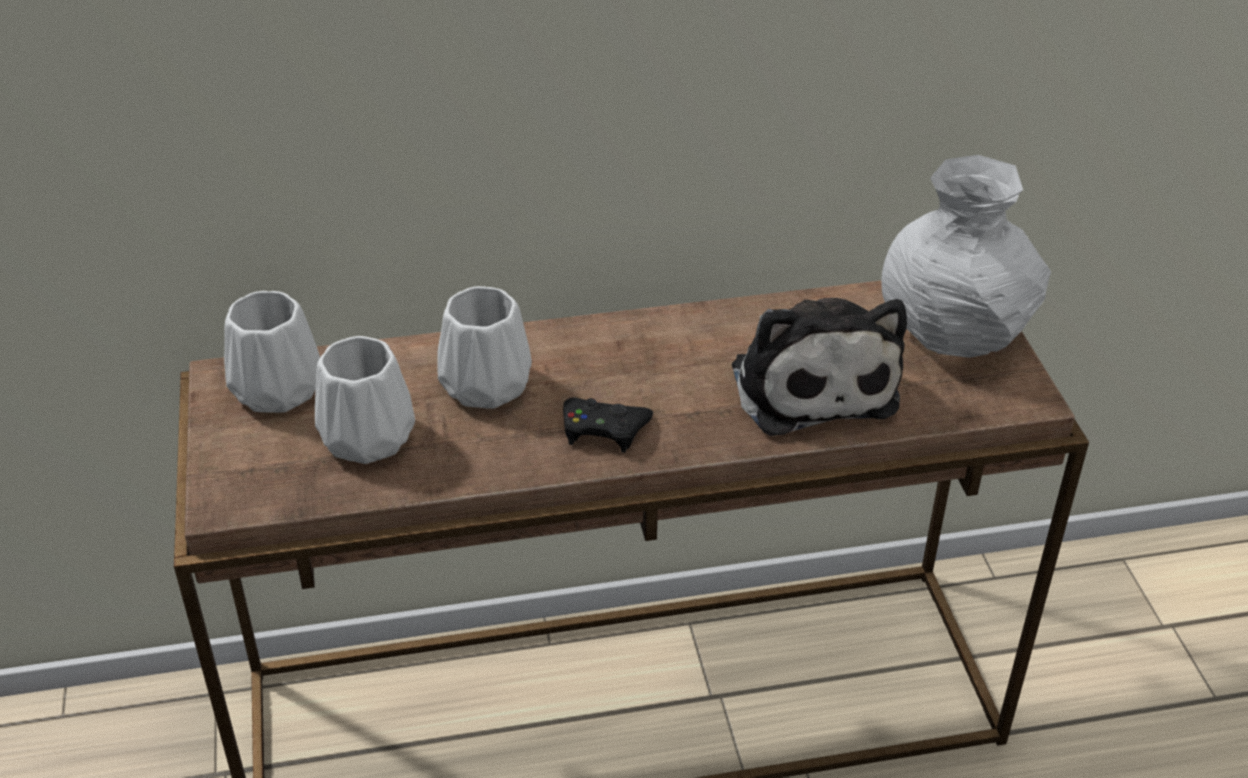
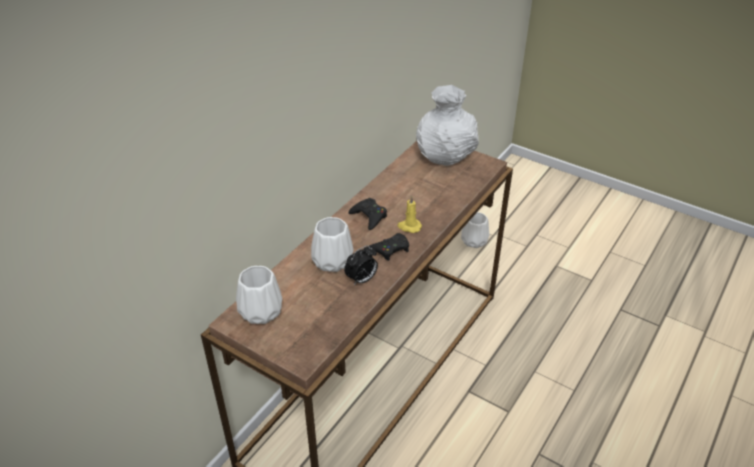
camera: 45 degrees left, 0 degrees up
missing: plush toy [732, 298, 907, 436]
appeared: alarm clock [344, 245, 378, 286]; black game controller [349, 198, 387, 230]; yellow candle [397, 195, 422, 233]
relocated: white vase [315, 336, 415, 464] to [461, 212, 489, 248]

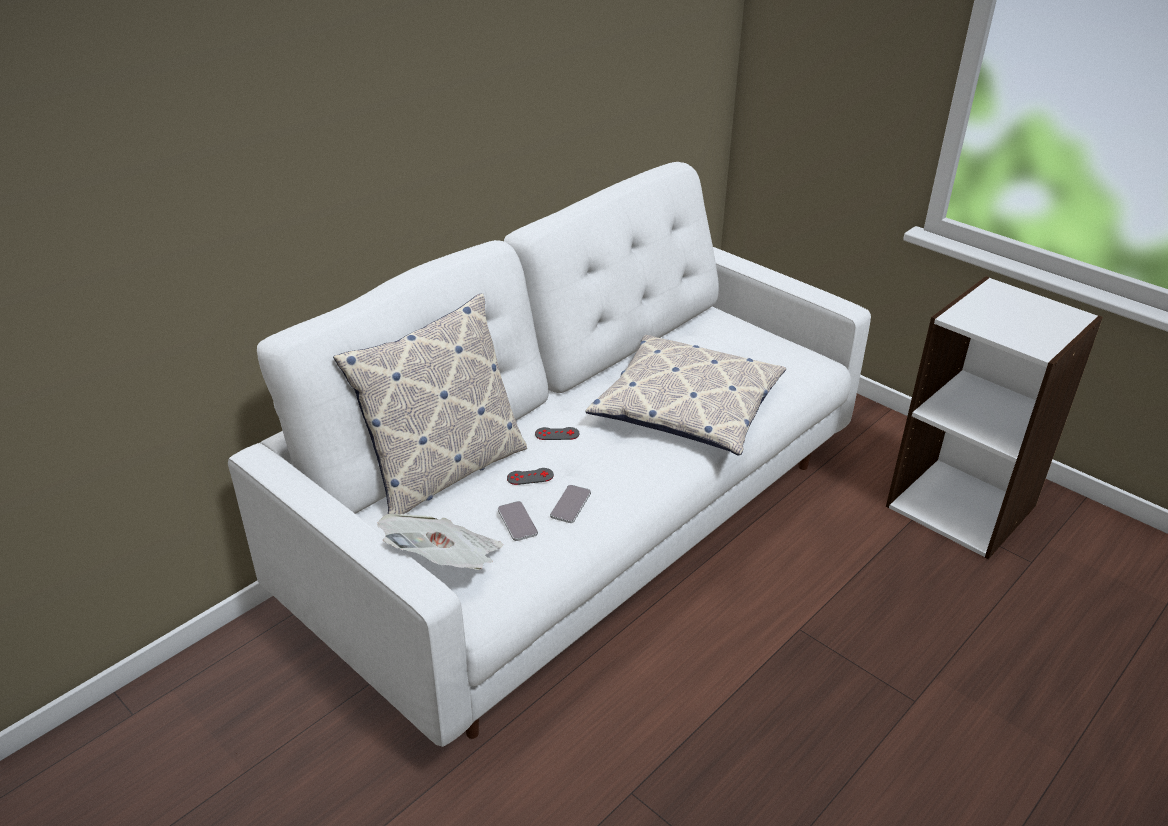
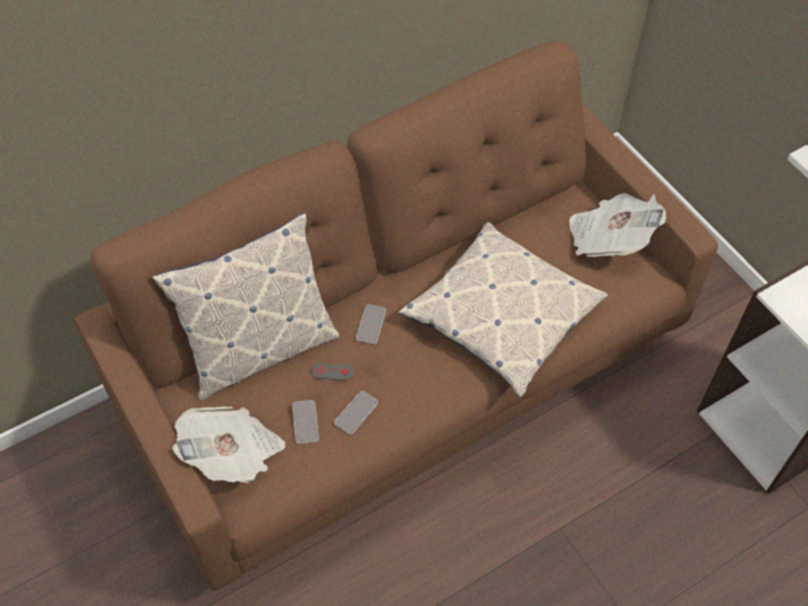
camera: 15 degrees right, 20 degrees up
appeared: newspaper [569, 193, 666, 257]
exchanged: grey game controller [535, 427, 579, 440] to phone [356, 304, 386, 344]
colour: white sofa [228, 162, 871, 747] to brown sofa [74, 41, 718, 591]

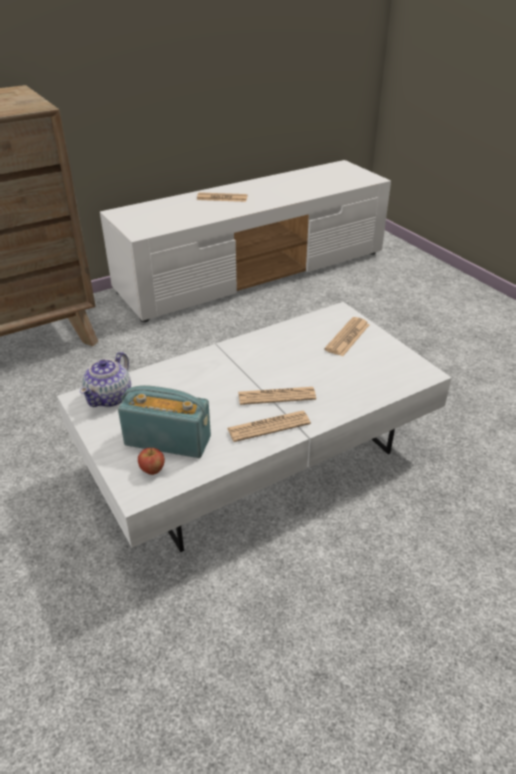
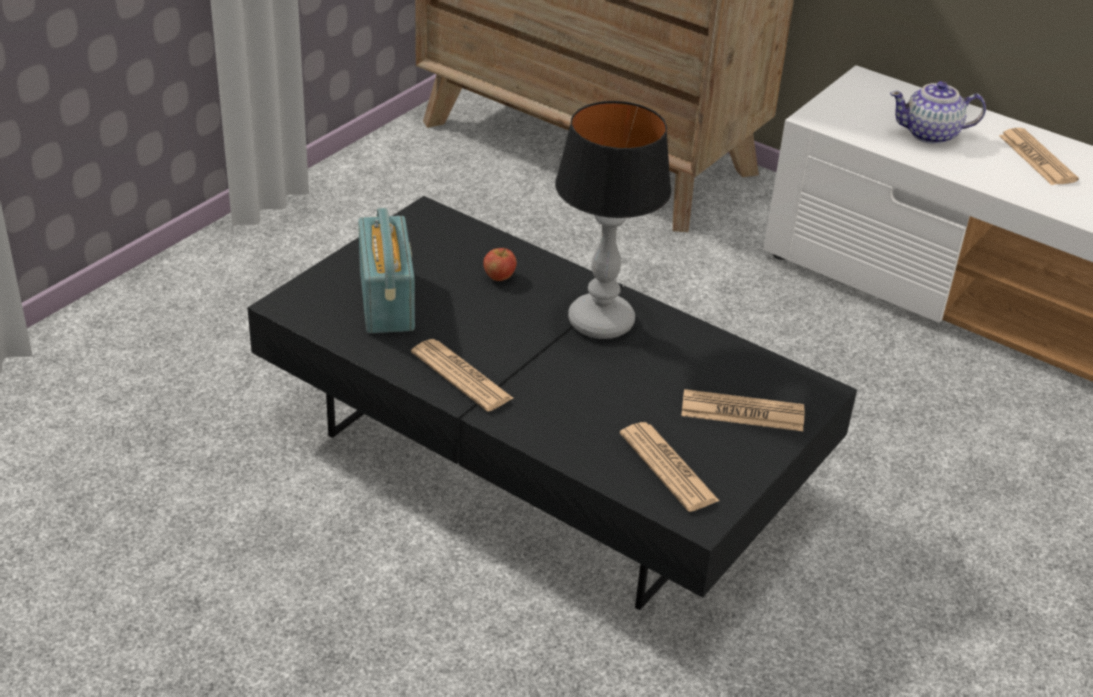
camera: 65 degrees right, 0 degrees up
appeared: table lamp [555, 101, 672, 339]
relocated: teapot [80, 352, 131, 407] to [890, 81, 986, 144]; apple [138, 447, 165, 475] to [483, 248, 517, 281]; newspaper [238, 387, 316, 405] to [620, 422, 720, 512]
colour: white coffee table [57, 302, 452, 552] to black coffee table [248, 196, 857, 610]

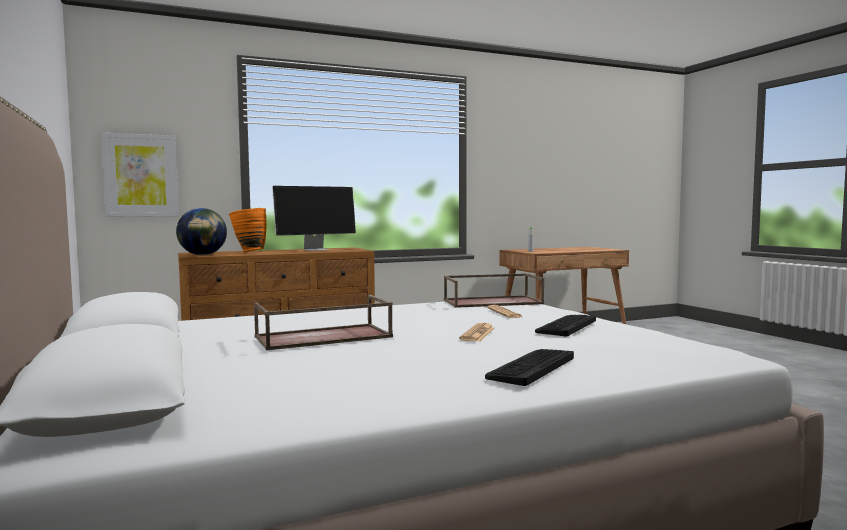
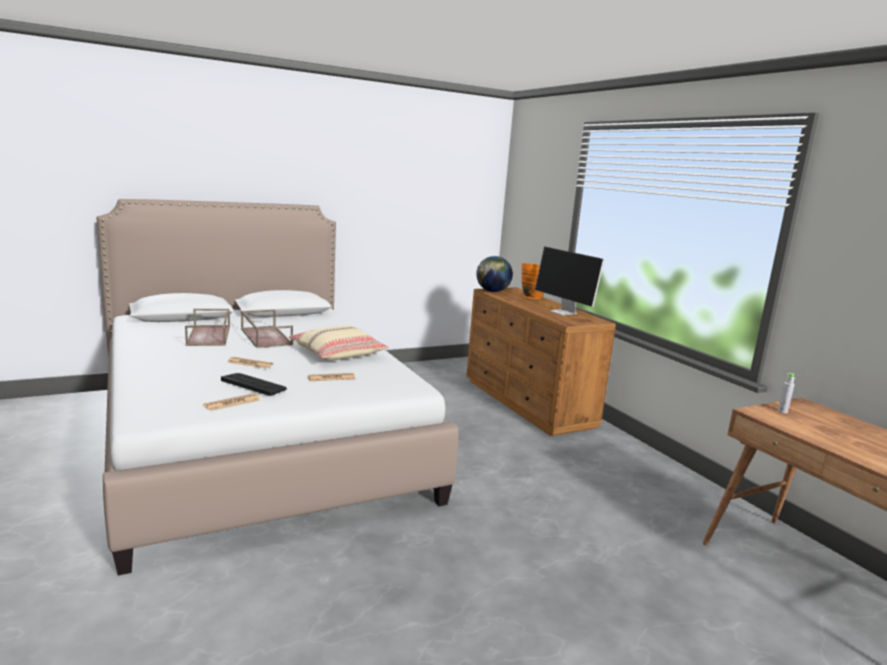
camera: 85 degrees right, 10 degrees up
missing: picture [101, 133, 179, 217]; keyboard [485, 349, 574, 386]
appeared: newspaper [203, 393, 260, 411]; beige pillow [289, 326, 389, 361]
relocated: brown tray [444, 273, 544, 308] to [185, 309, 230, 346]

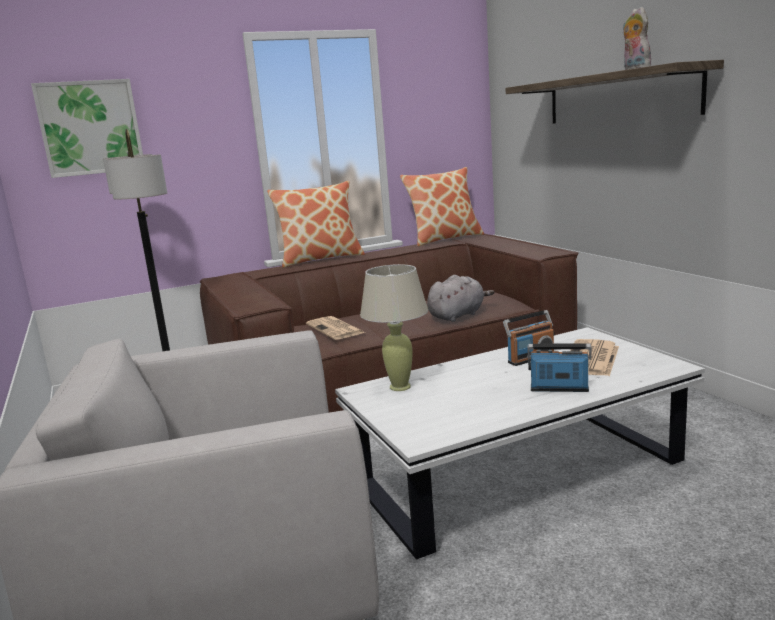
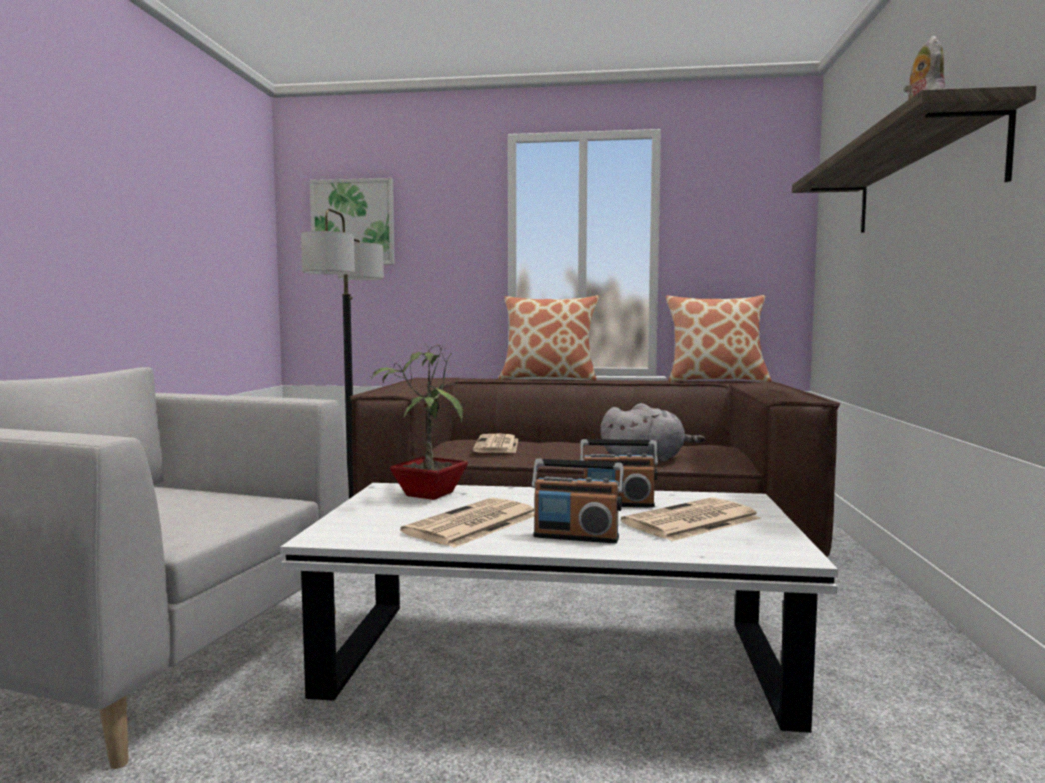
camera: 30 degrees right, 10 degrees down
appeared: newspaper [400, 498, 534, 548]
exchanged: beige table lamp [360, 264, 428, 391] to potted plant [370, 343, 468, 500]
spun: radio [527, 343, 592, 392] = [532, 459, 624, 543] 150 degrees clockwise

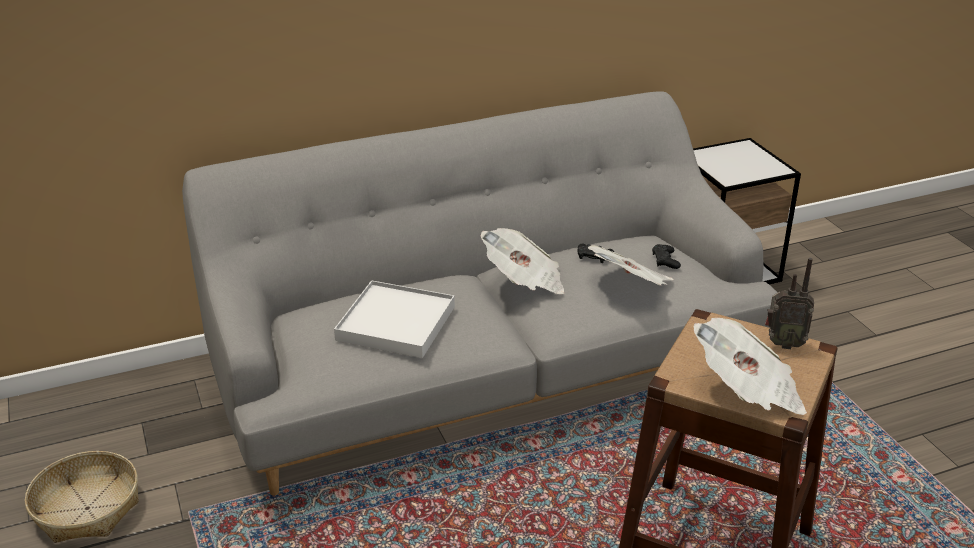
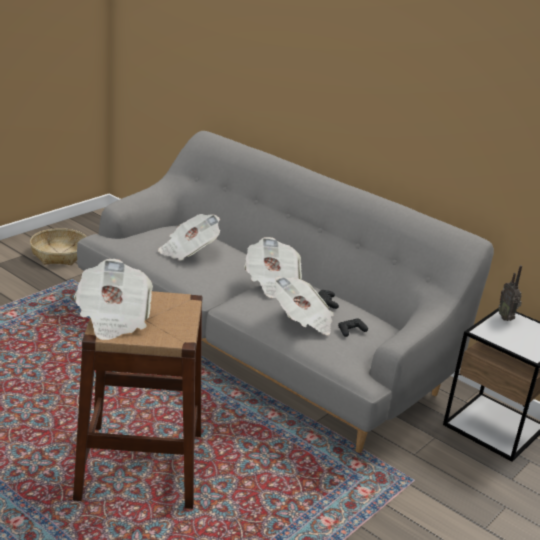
camera: 60 degrees right, 5 degrees down
relocated: radio [765, 258, 814, 349] to [499, 265, 522, 321]
exchanged: white tray [334, 280, 455, 358] to newspaper [158, 214, 220, 260]

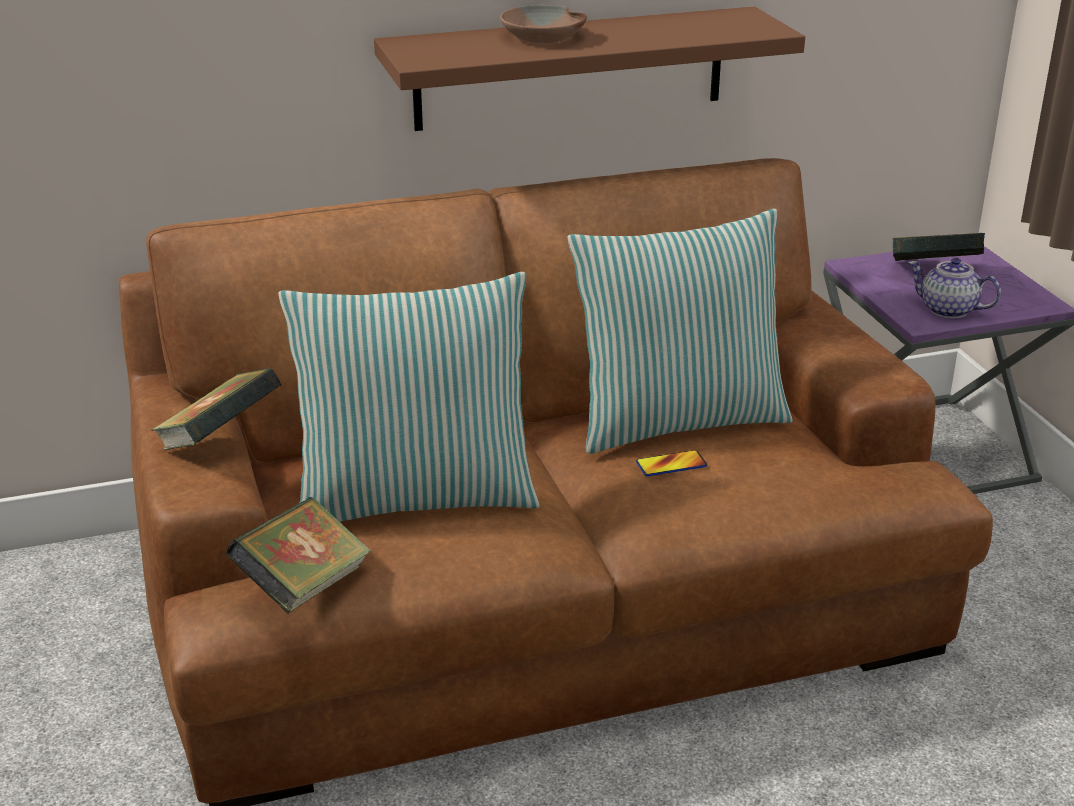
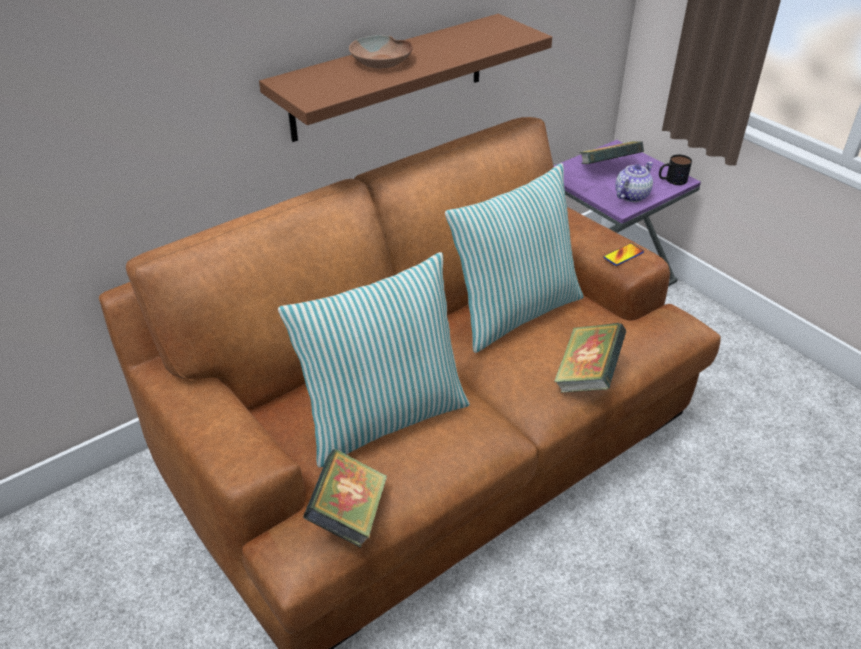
camera: 20 degrees left, 10 degrees up
appeared: mug [659, 155, 692, 185]
relocated: book [151, 368, 281, 450] to [554, 323, 626, 393]; phone [636, 450, 707, 476] to [604, 243, 644, 266]
spun: teapot [908, 258, 1001, 319] = [615, 162, 653, 202] 120 degrees clockwise

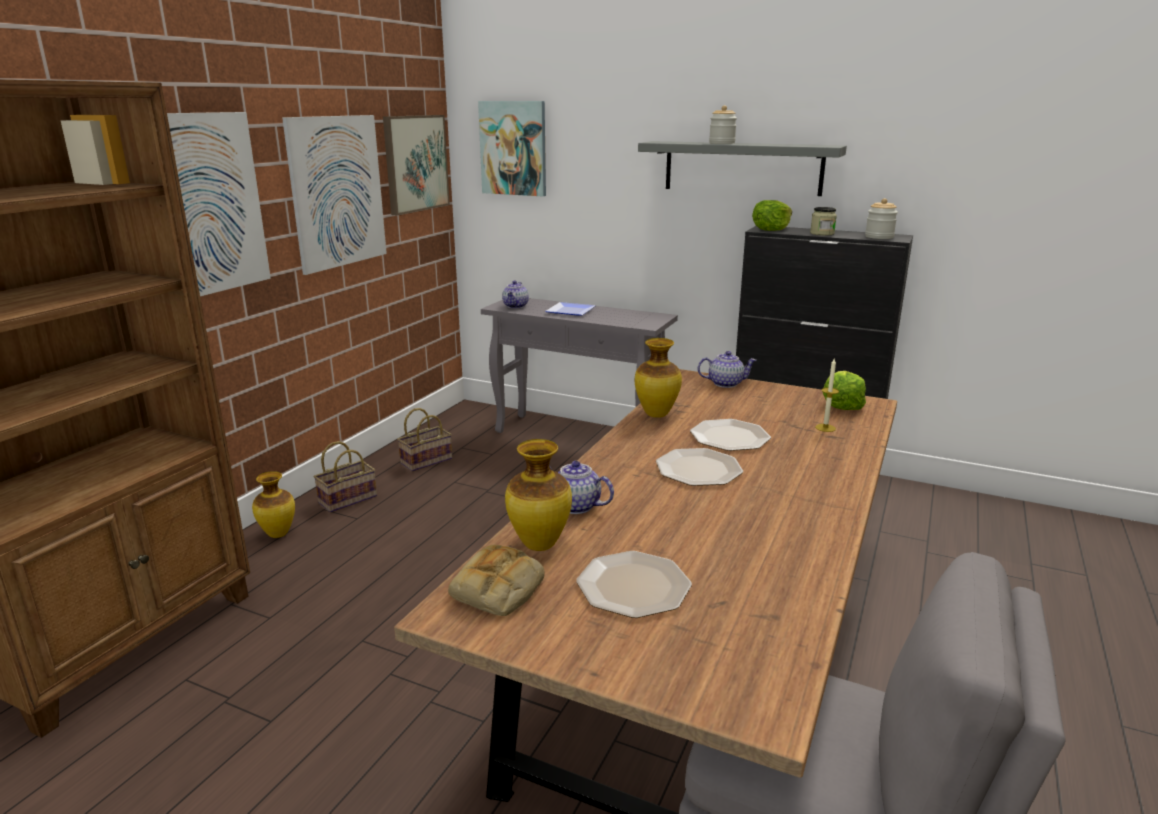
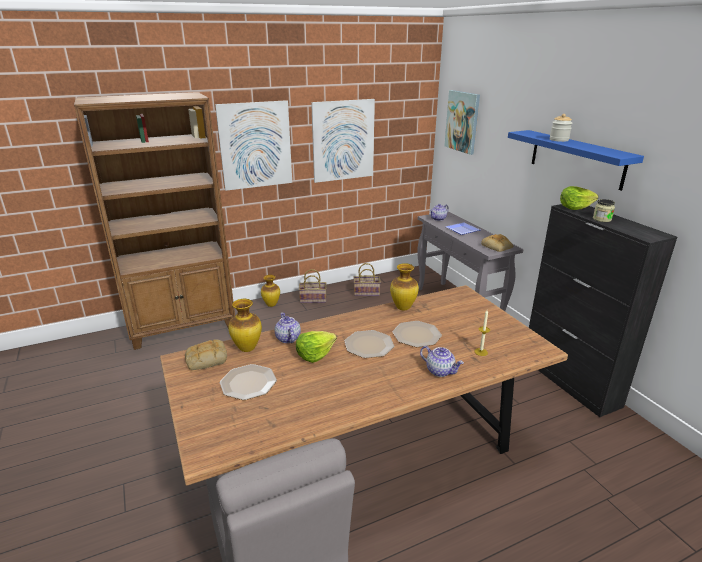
camera: 40 degrees right, 5 degrees up
missing: picture [383, 115, 450, 215]; jar [865, 198, 898, 239]
appeared: bread [481, 234, 513, 252]
relocated: teapot [698, 351, 757, 388] to [420, 346, 464, 377]; lettuce [823, 371, 866, 410] to [296, 331, 337, 363]
colour: grey shelf [638, 141, 847, 196] to blue shelf [508, 130, 644, 191]

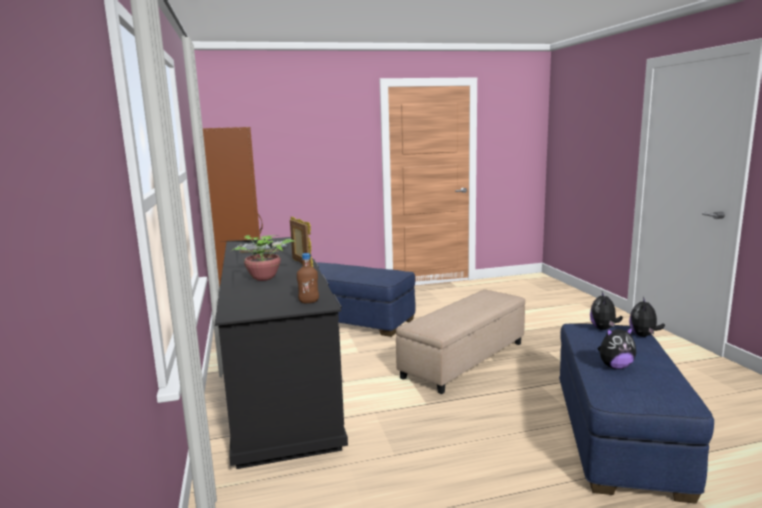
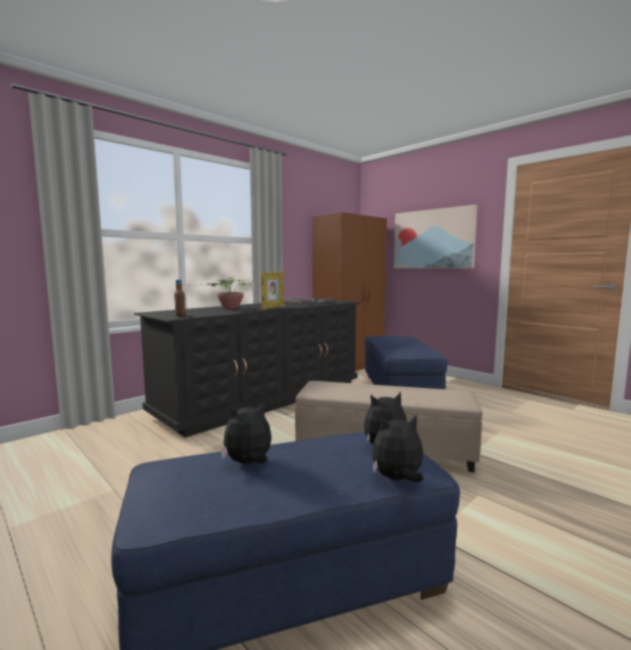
camera: 60 degrees right, 5 degrees down
appeared: picture [394, 205, 477, 269]
spun: plush toy [598, 327, 636, 369] = [221, 402, 271, 464] 105 degrees clockwise

